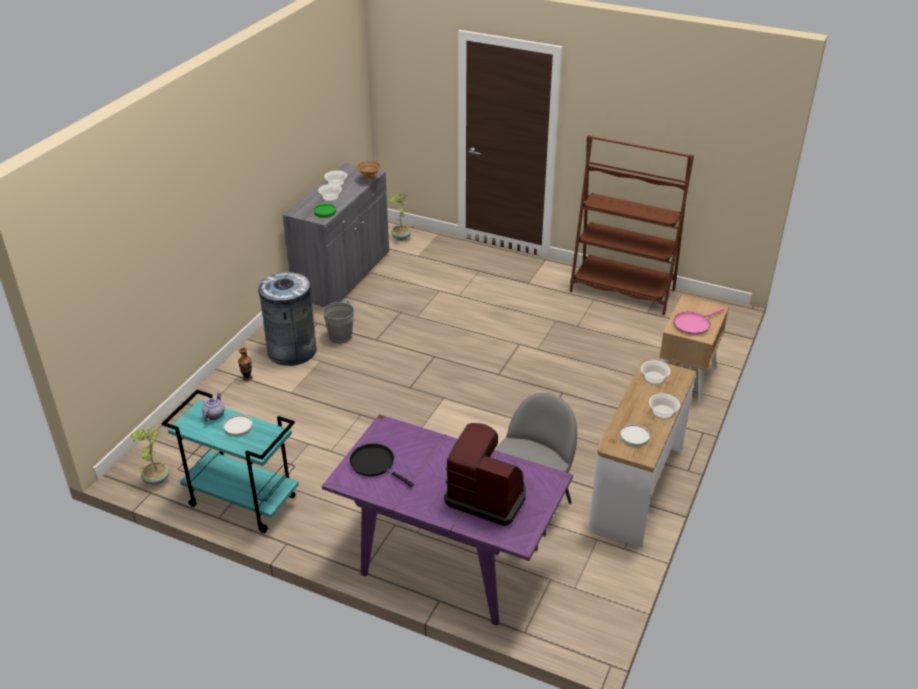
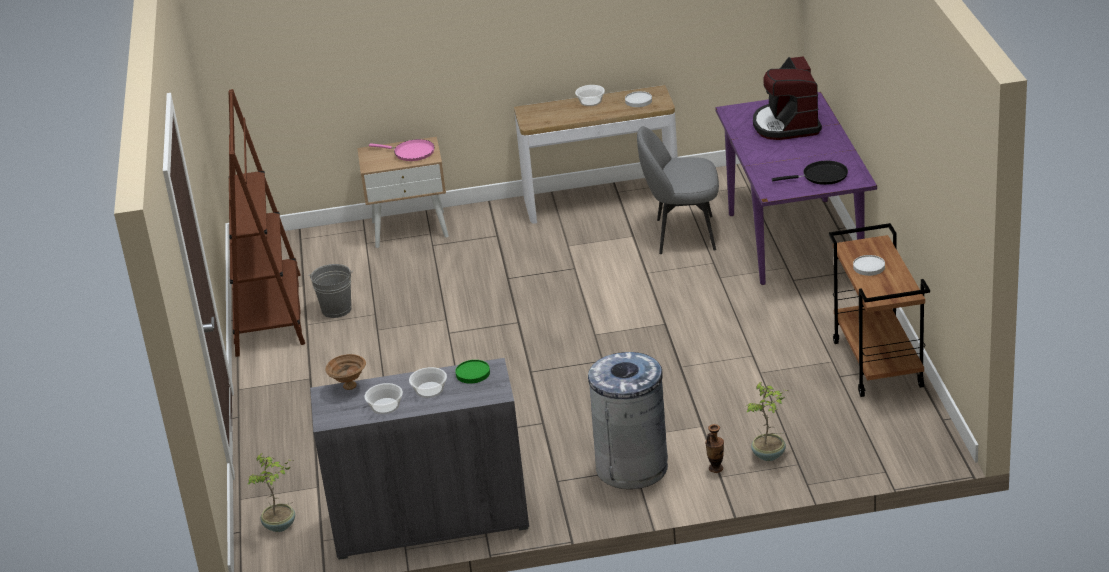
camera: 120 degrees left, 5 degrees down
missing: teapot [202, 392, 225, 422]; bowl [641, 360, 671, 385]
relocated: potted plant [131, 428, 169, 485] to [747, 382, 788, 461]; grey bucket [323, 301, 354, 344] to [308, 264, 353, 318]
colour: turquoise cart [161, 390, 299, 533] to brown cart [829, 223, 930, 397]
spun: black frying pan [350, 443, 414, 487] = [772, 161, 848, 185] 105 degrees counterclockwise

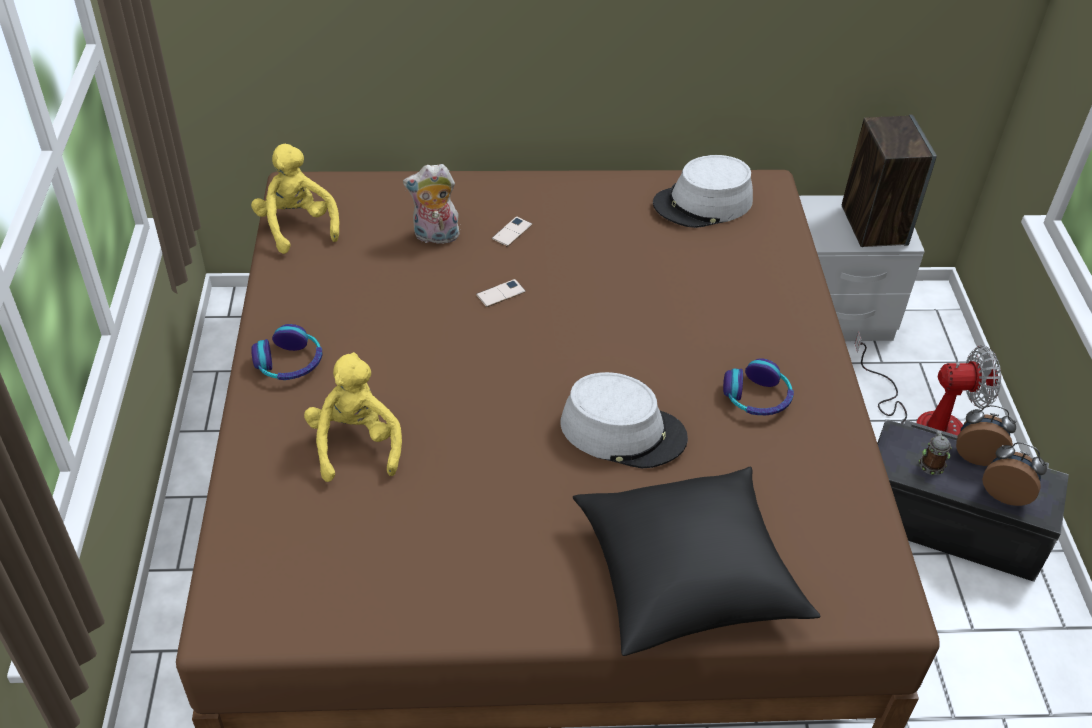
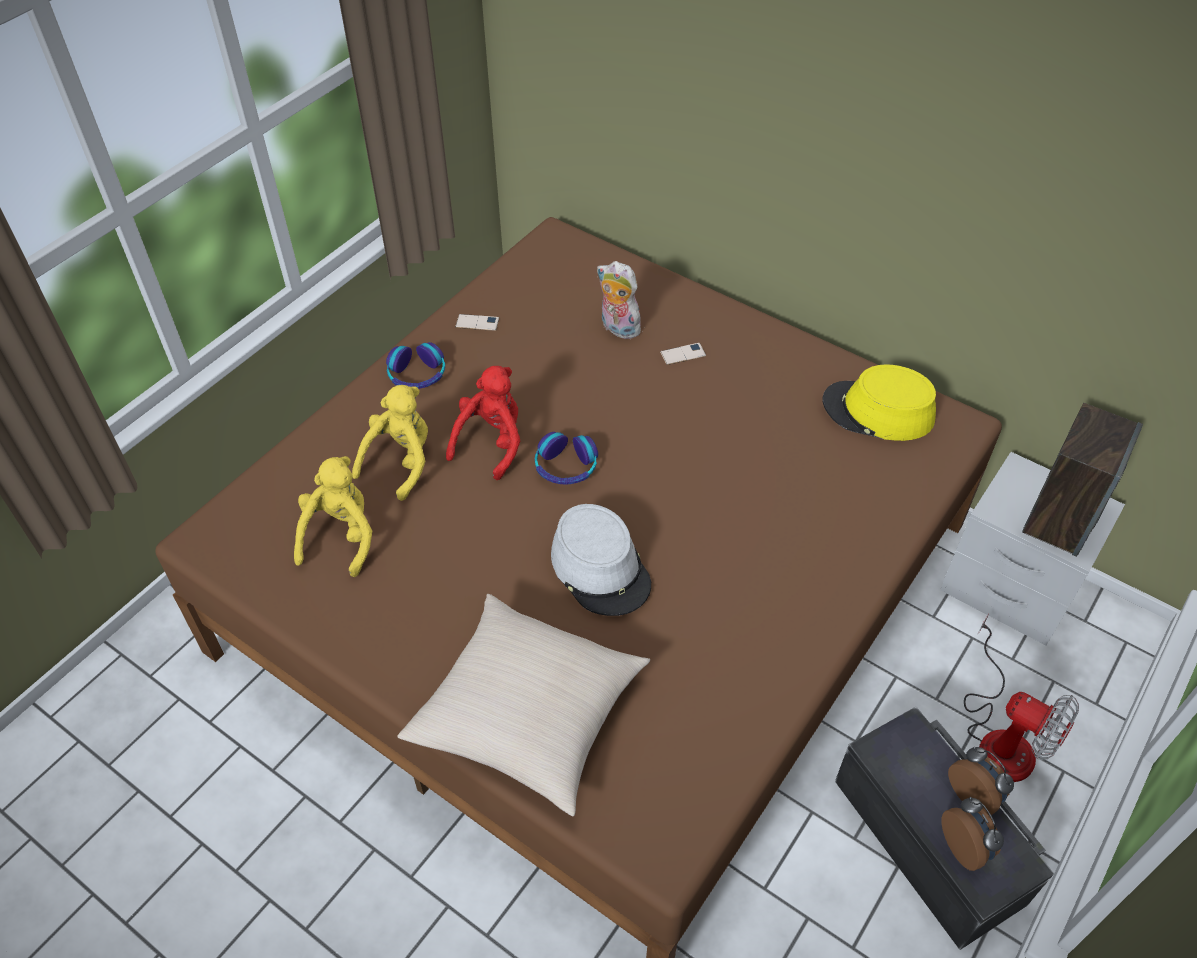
camera: 40 degrees right, 5 degrees up
missing: mug [919, 430, 952, 475]
appeared: red plush toy [446, 366, 520, 480]
relocated: yellow plush toy [251, 144, 339, 254] to [294, 456, 372, 577]; phone [476, 279, 526, 307] to [455, 314, 499, 331]; headphones [723, 358, 794, 415] to [535, 432, 598, 485]
colour: black pillow [573, 466, 821, 656] to beige pillow [397, 594, 650, 816]; grey hat [653, 155, 753, 228] to yellow hat [823, 364, 936, 441]

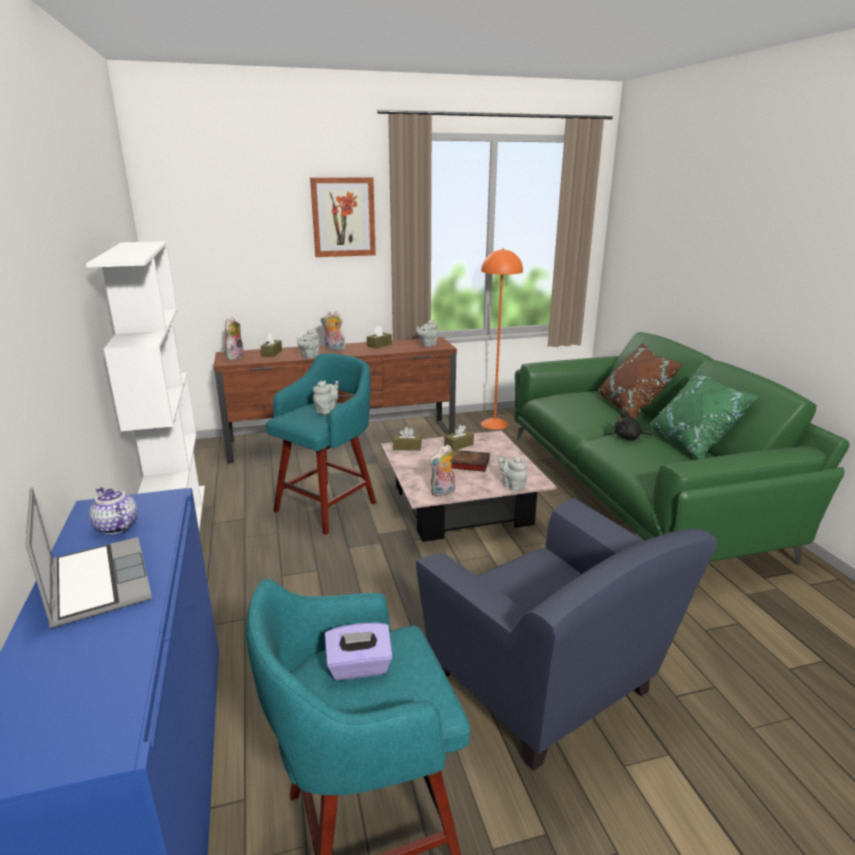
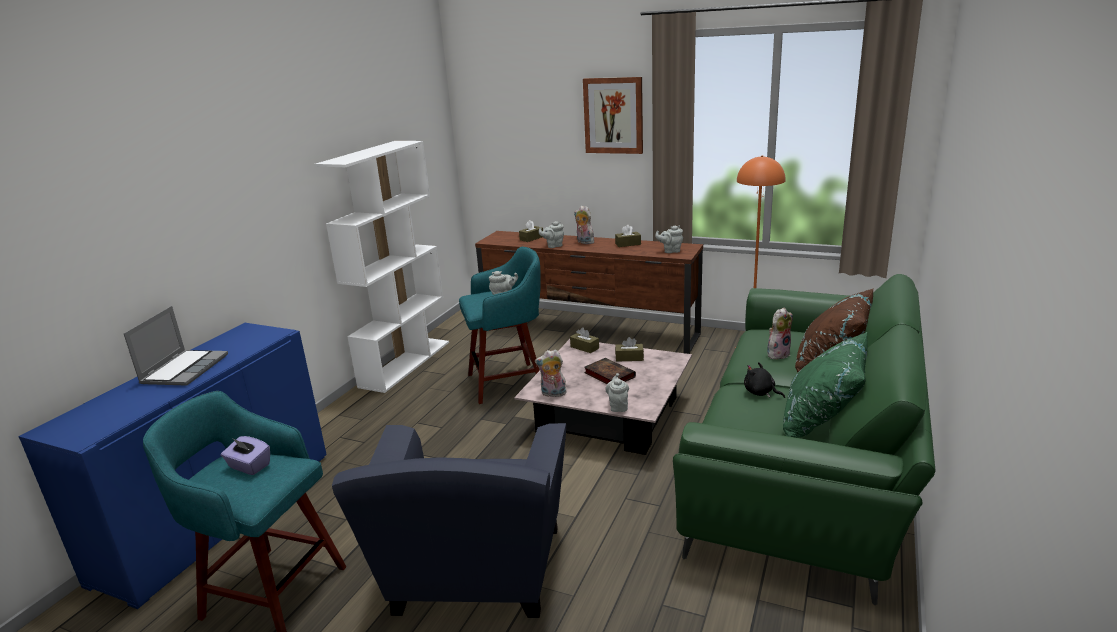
camera: 40 degrees right, 0 degrees up
missing: teapot [89, 487, 137, 534]
relocated: plush toy [223, 317, 244, 360] to [767, 308, 793, 359]

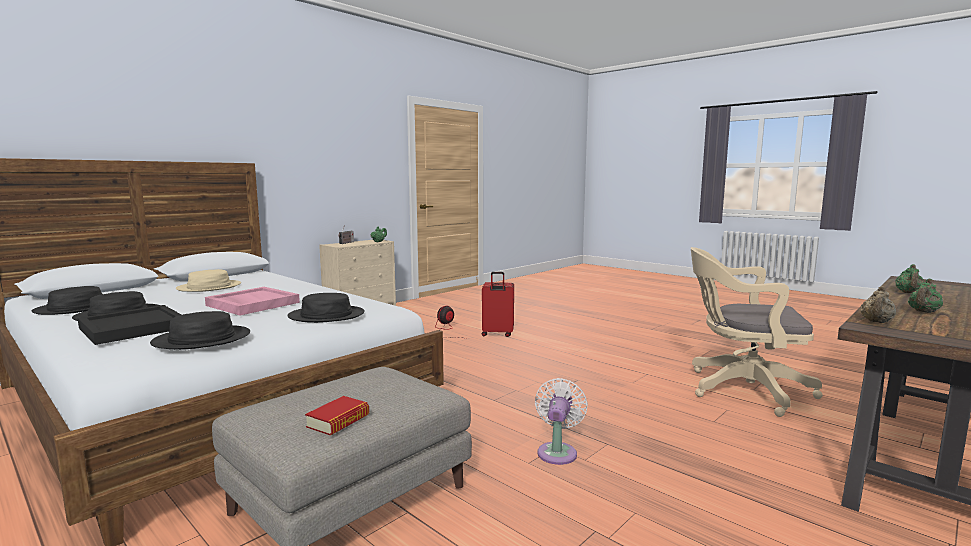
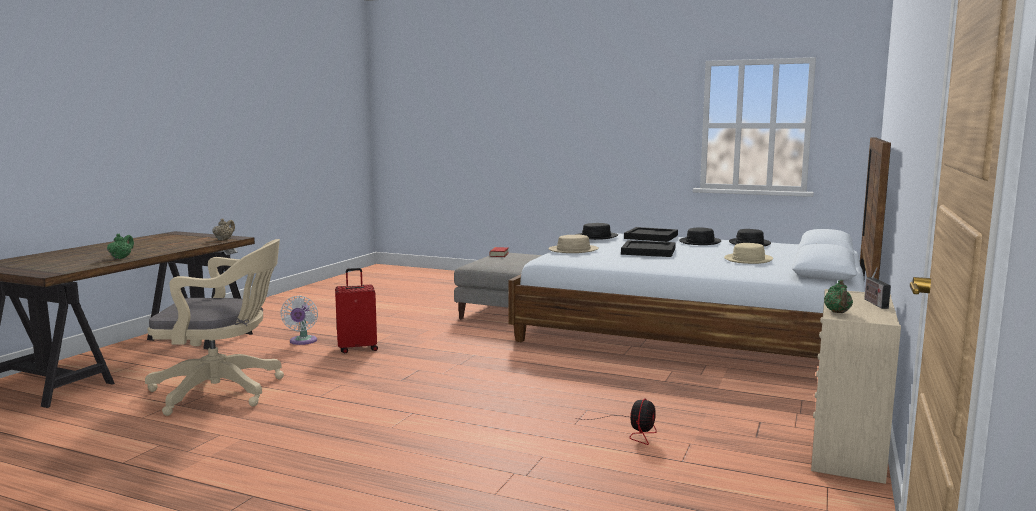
camera: 160 degrees right, 0 degrees up
missing: green teapot [908, 278, 943, 313]
relocated: red suitcase [482, 272, 514, 337] to [335, 268, 378, 353]; white fan [535, 378, 588, 465] to [280, 296, 318, 345]
colour: pink tray [205, 287, 300, 315] to black tray [621, 240, 676, 257]; black hat [287, 293, 365, 323] to beige hat [548, 235, 599, 253]

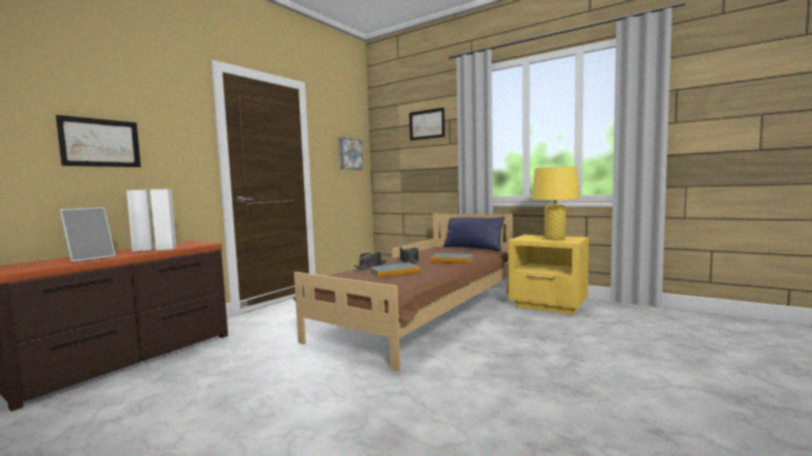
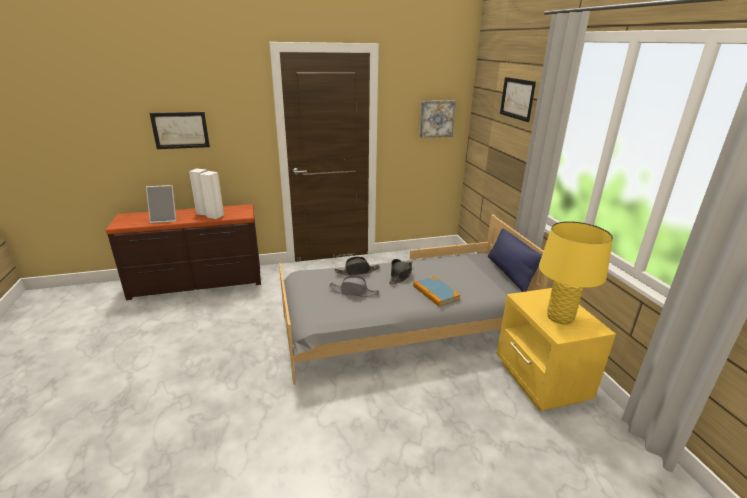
camera: 40 degrees right, 20 degrees up
exchanged: book [370, 263, 420, 278] to grey hat [329, 275, 379, 297]
colour: brown bed [293, 213, 513, 372] to grey bed [279, 214, 548, 385]

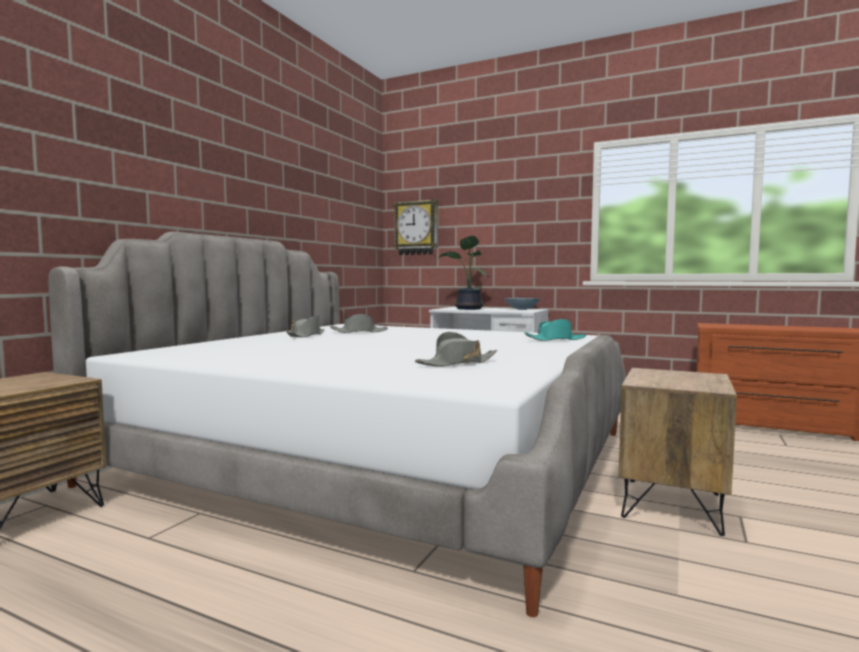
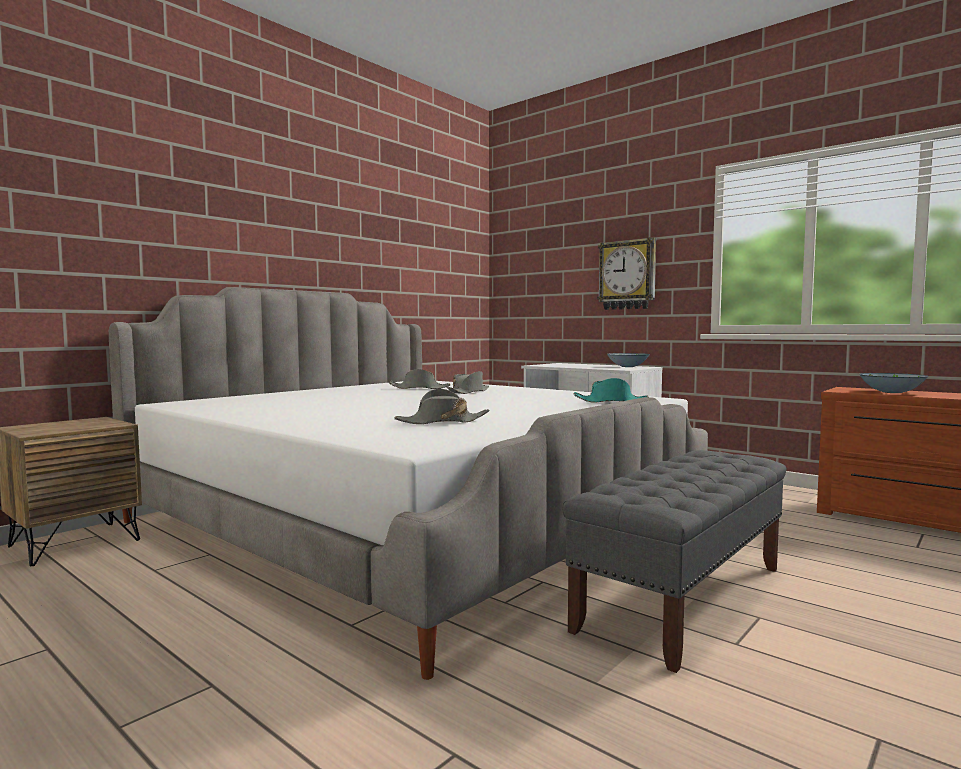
camera: 15 degrees right, 0 degrees up
missing: potted plant [438, 236, 489, 310]
appeared: bowl [859, 373, 928, 393]
relocated: grey hat [286, 316, 325, 337] to [447, 371, 489, 394]; wall clock [393, 199, 438, 255] to [597, 238, 656, 310]
exchanged: brown nightstand [619, 368, 737, 536] to grey bench [562, 450, 787, 673]

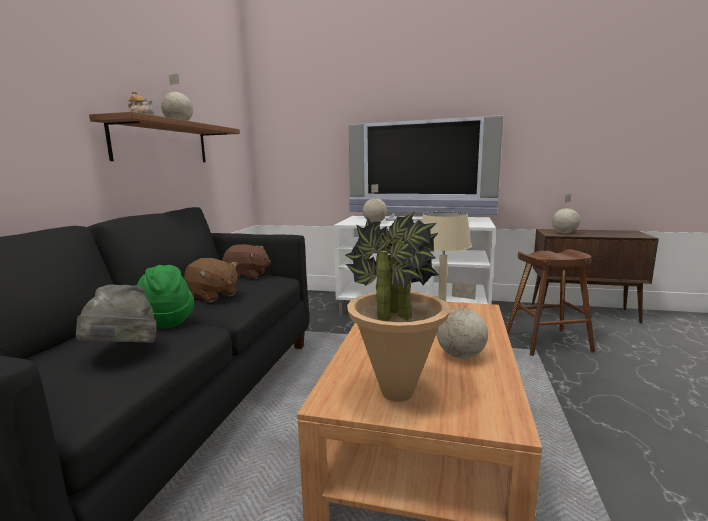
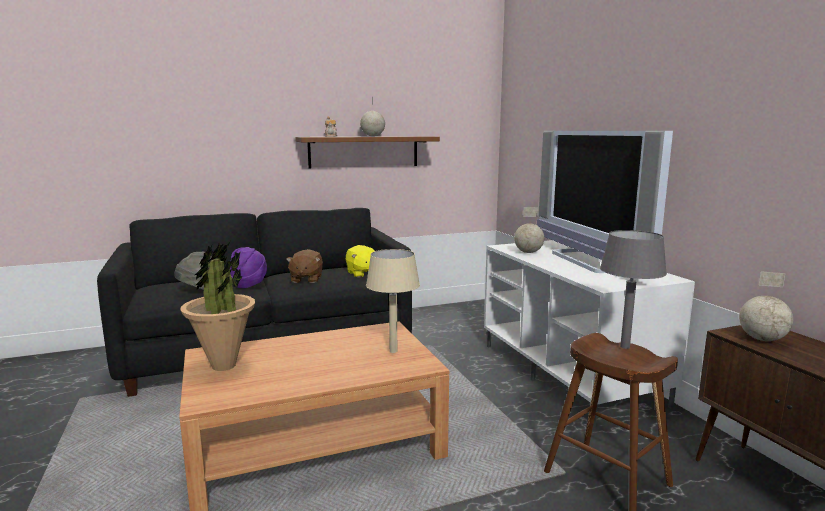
camera: 55 degrees right, 0 degrees up
missing: globe [437, 281, 488, 359]
appeared: grey table lamp [600, 230, 667, 349]
colour: green hat [137, 265, 194, 329] to purple hat [230, 247, 267, 288]; brown plush toy [222, 244, 271, 279] to yellow plush toy [346, 245, 374, 278]

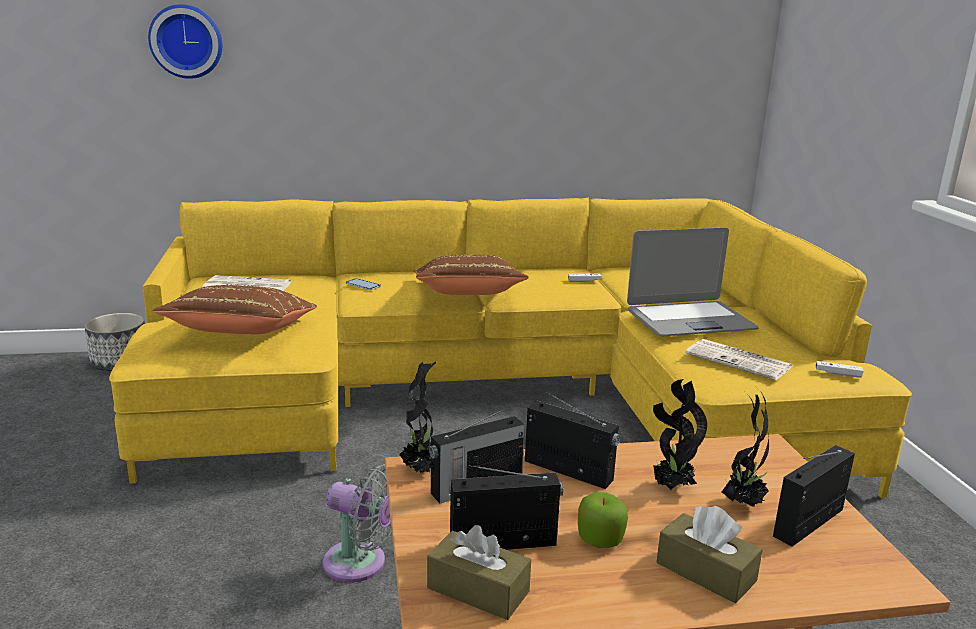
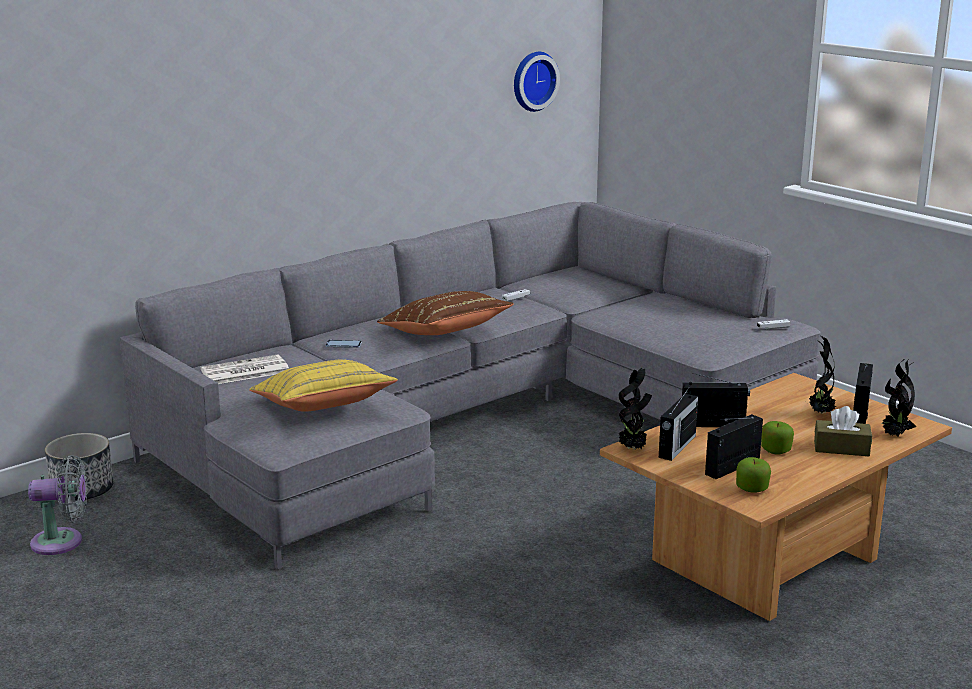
camera: 30 degrees left, 0 degrees up
missing: laptop [627, 227, 759, 336]; newspaper [685, 339, 793, 380]
relocated: wall clock [148, 4, 222, 79] to [514, 52, 560, 112]; grey fan [323, 464, 392, 582] to [28, 455, 87, 555]; potted plant [653, 379, 707, 490] to [882, 359, 916, 436]
exchanged: brown tissue box [427, 525, 531, 620] to apple [736, 457, 771, 493]
colour: yellow sofa [109, 198, 912, 498] to grey sofa [120, 202, 821, 570]; brown pillow [153, 285, 317, 334] to yellow pillow [249, 359, 398, 412]

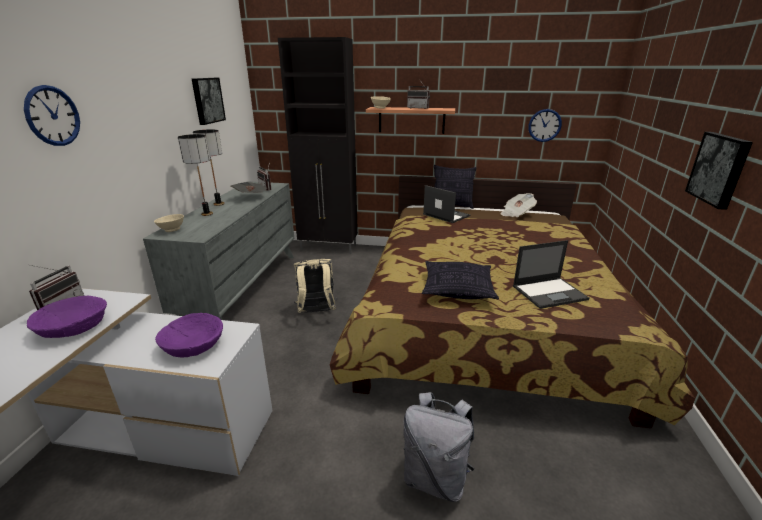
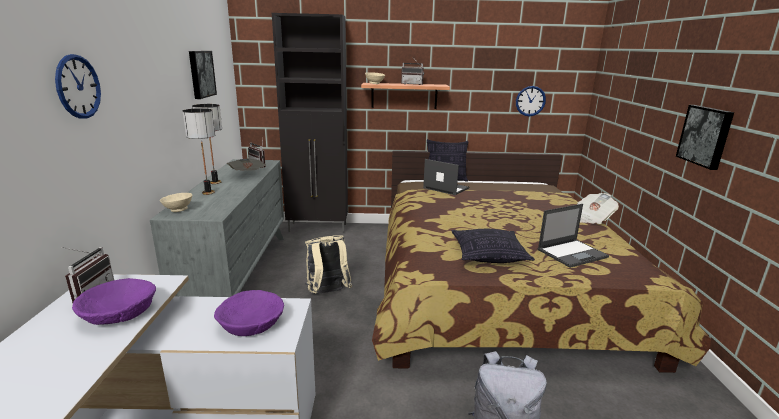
camera: 10 degrees left, 5 degrees down
relocated: newspaper [500, 193, 537, 217] to [577, 193, 619, 224]

